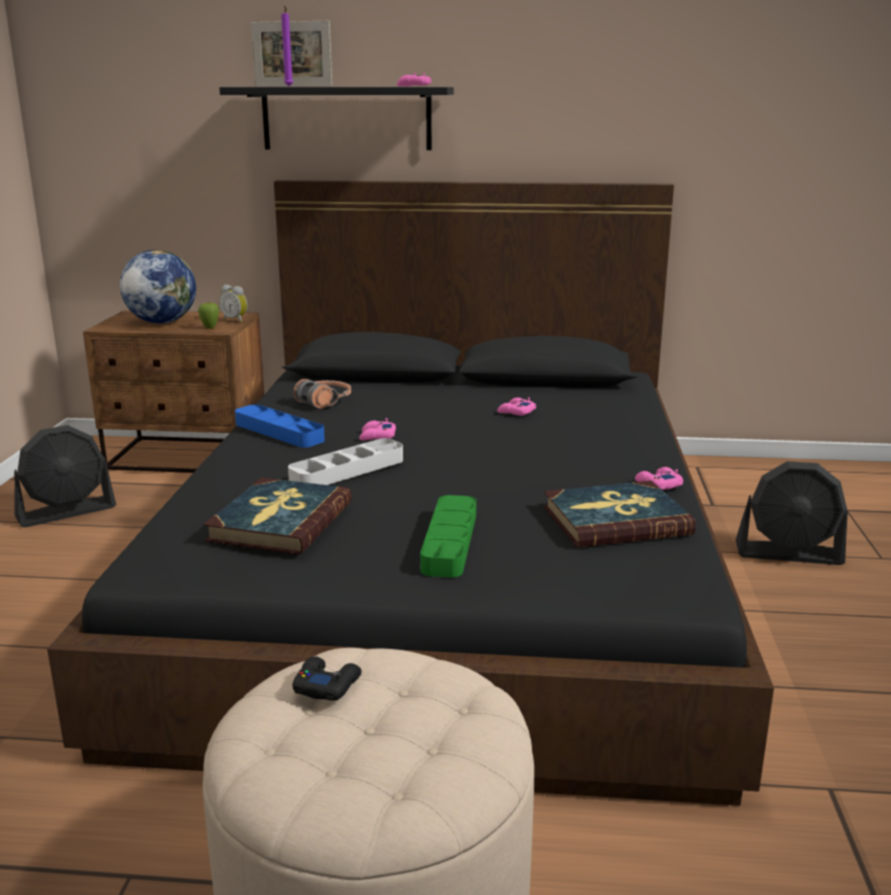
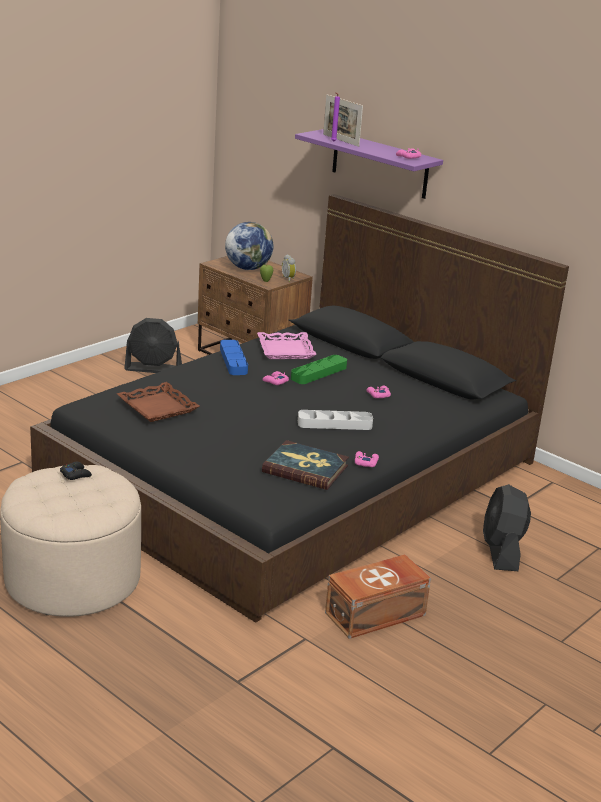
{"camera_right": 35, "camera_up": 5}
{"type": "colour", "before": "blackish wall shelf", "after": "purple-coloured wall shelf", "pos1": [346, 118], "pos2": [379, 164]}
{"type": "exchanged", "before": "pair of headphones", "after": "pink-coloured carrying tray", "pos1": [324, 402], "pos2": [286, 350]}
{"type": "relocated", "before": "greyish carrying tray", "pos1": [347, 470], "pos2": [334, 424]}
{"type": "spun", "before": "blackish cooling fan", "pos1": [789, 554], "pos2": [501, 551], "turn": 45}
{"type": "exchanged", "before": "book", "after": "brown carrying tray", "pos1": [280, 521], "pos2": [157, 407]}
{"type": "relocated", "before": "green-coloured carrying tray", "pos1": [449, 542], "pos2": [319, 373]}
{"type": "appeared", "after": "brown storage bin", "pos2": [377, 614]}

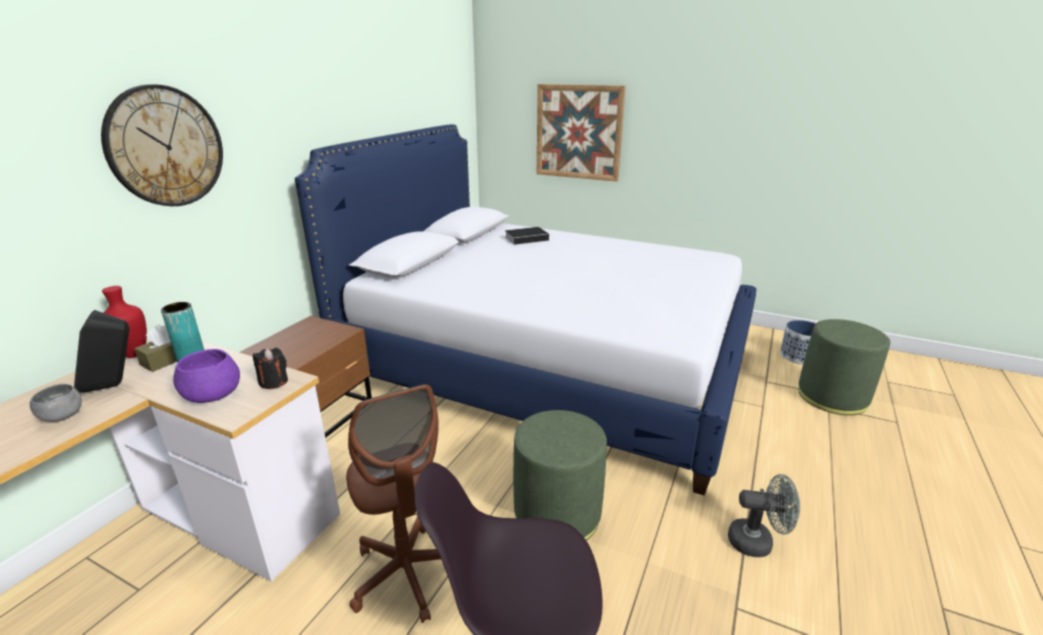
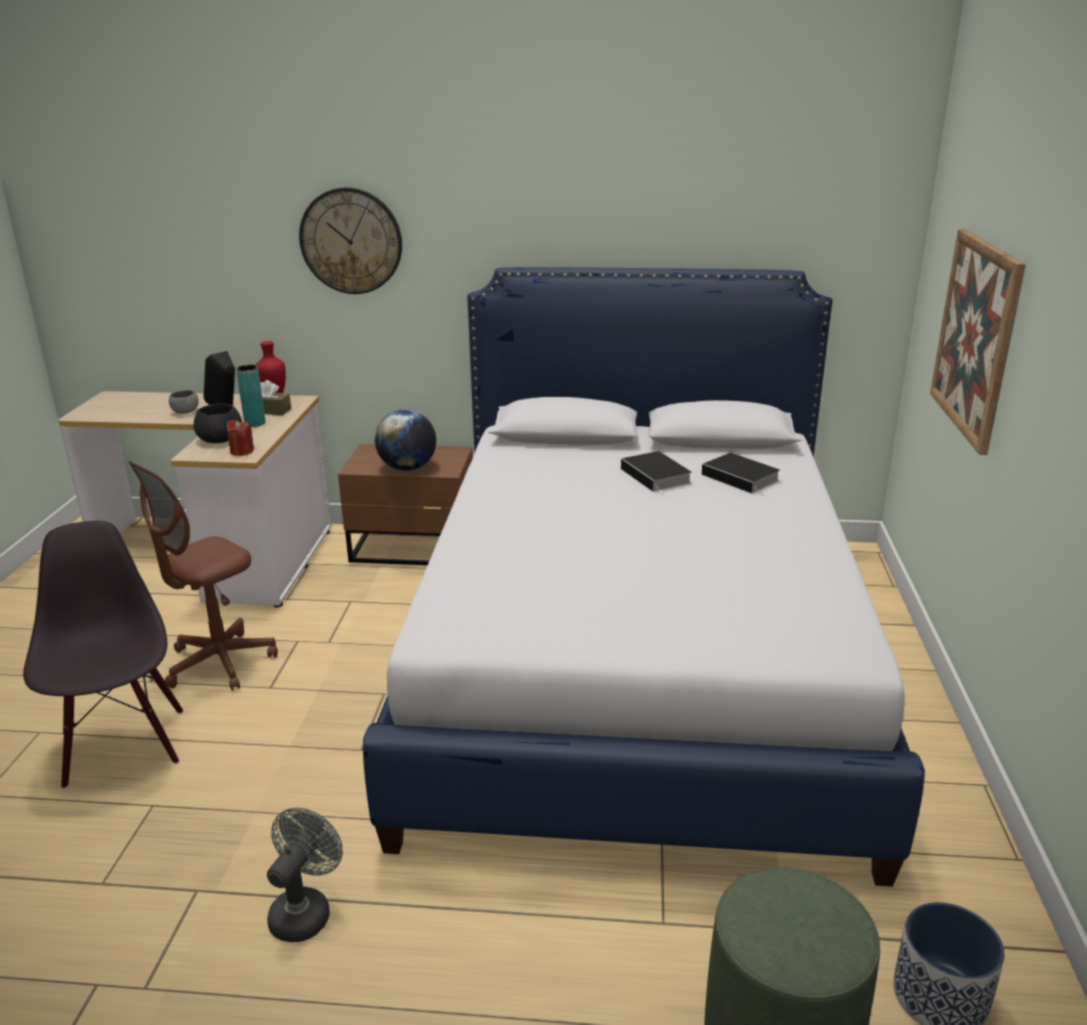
{"camera_right": 70, "camera_up": 0}
{"type": "colour", "before": "blackish wax candle", "after": "red-coloured wax candle", "pos1": [274, 382], "pos2": [242, 451]}
{"type": "colour", "before": "purple-coloured bowl", "after": "blackish bowl", "pos1": [212, 394], "pos2": [220, 439]}
{"type": "missing", "before": "green-coloured footrest", "pos1": [557, 514]}
{"type": "spun", "before": "greyish cooling fan", "pos1": [757, 542], "pos2": [305, 910], "turn": -150}
{"type": "appeared", "after": "world globe", "pos2": [407, 468]}
{"type": "appeared", "after": "book", "pos2": [657, 476]}

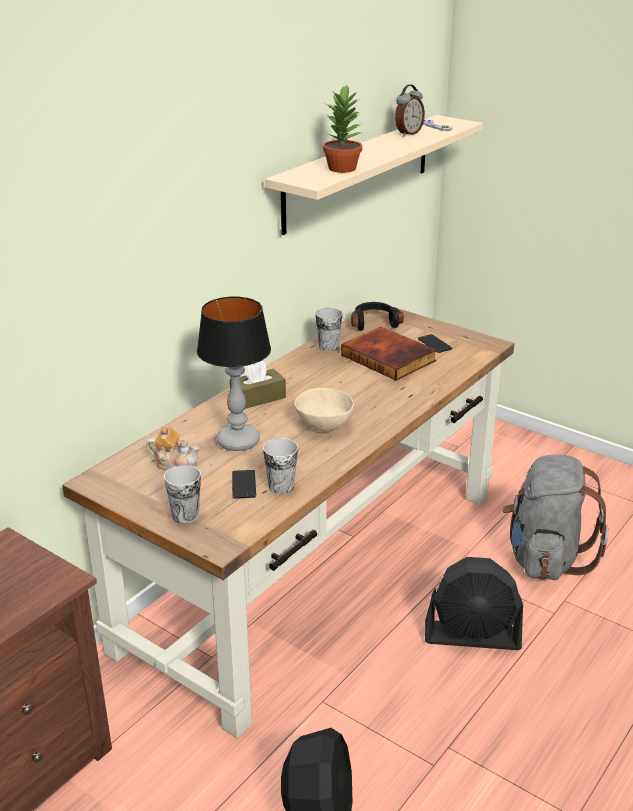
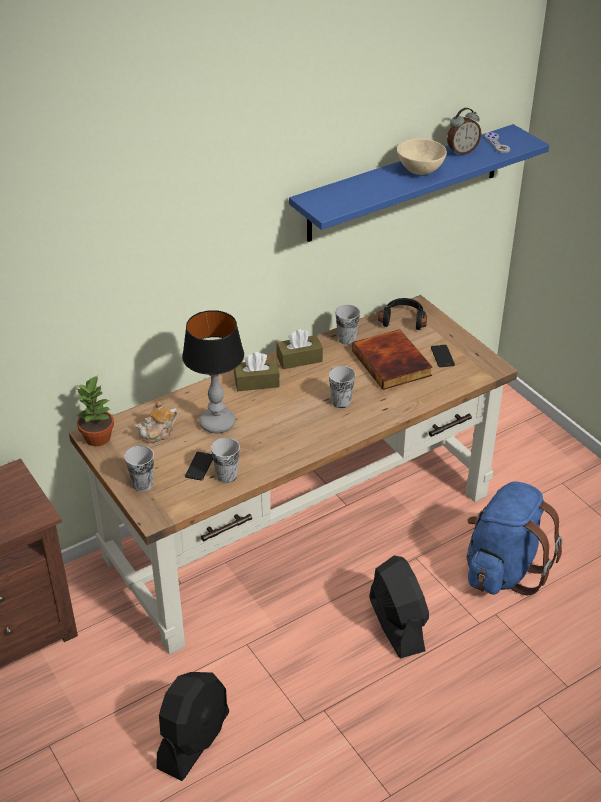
{"camera_right": 20, "camera_up": 10}
{"type": "relocated", "before": "houseplant", "pos1": [343, 168], "pos2": [98, 438]}
{"type": "colour", "before": "sand-coloured wall shelf", "after": "bluish wall shelf", "pos1": [358, 172], "pos2": [405, 183]}
{"type": "relocated", "before": "sand-coloured bowl", "pos1": [324, 426], "pos2": [420, 171]}
{"type": "spun", "before": "teapot", "pos1": [175, 464], "pos2": [158, 434], "turn": 105}
{"type": "colour", "before": "greyish rucksack", "after": "bluish rucksack", "pos1": [545, 558], "pos2": [503, 570]}
{"type": "spun", "before": "blackish cooling fan", "pos1": [472, 636], "pos2": [396, 624], "turn": -135}
{"type": "appeared", "after": "brown box of tissues", "pos2": [299, 359]}
{"type": "appeared", "after": "cup", "pos2": [341, 402]}

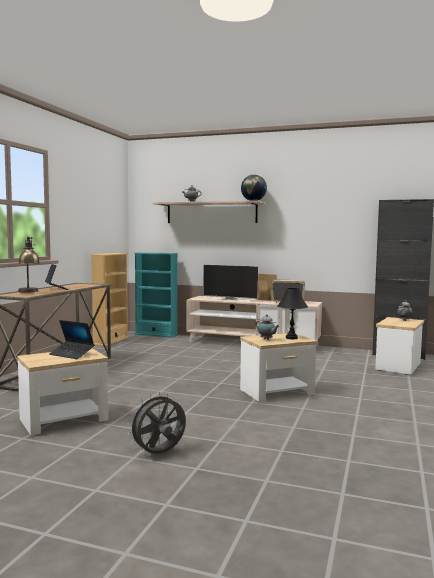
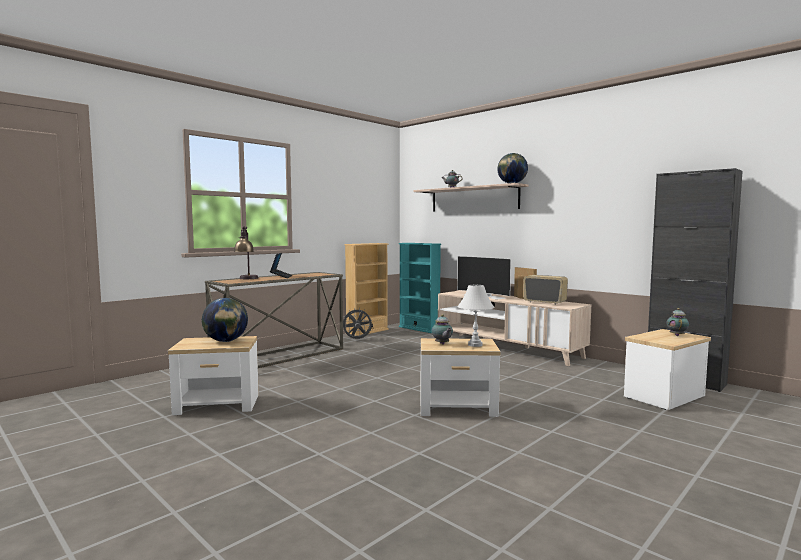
{"camera_right": 25, "camera_up": 0}
{"type": "colour", "before": "blackish lamp for a table", "after": "whitish lamp for a table", "pos1": [291, 338], "pos2": [475, 345]}
{"type": "exchanged", "before": "laptop", "after": "world globe", "pos1": [72, 354], "pos2": [226, 341]}
{"type": "relocated", "before": "greyish cooling fan", "pos1": [159, 454], "pos2": [357, 340]}

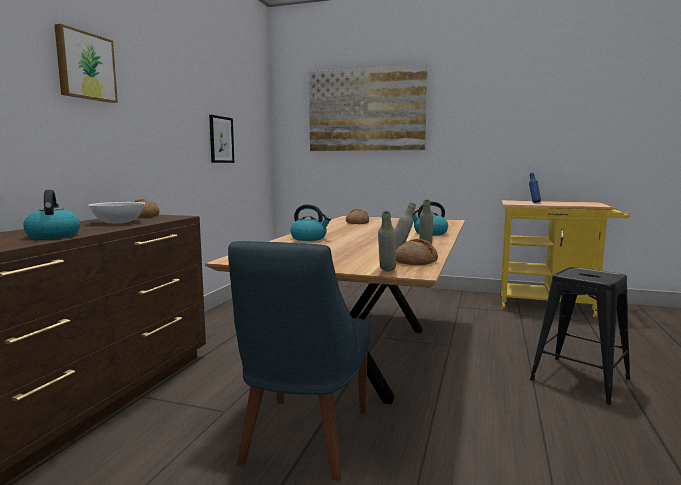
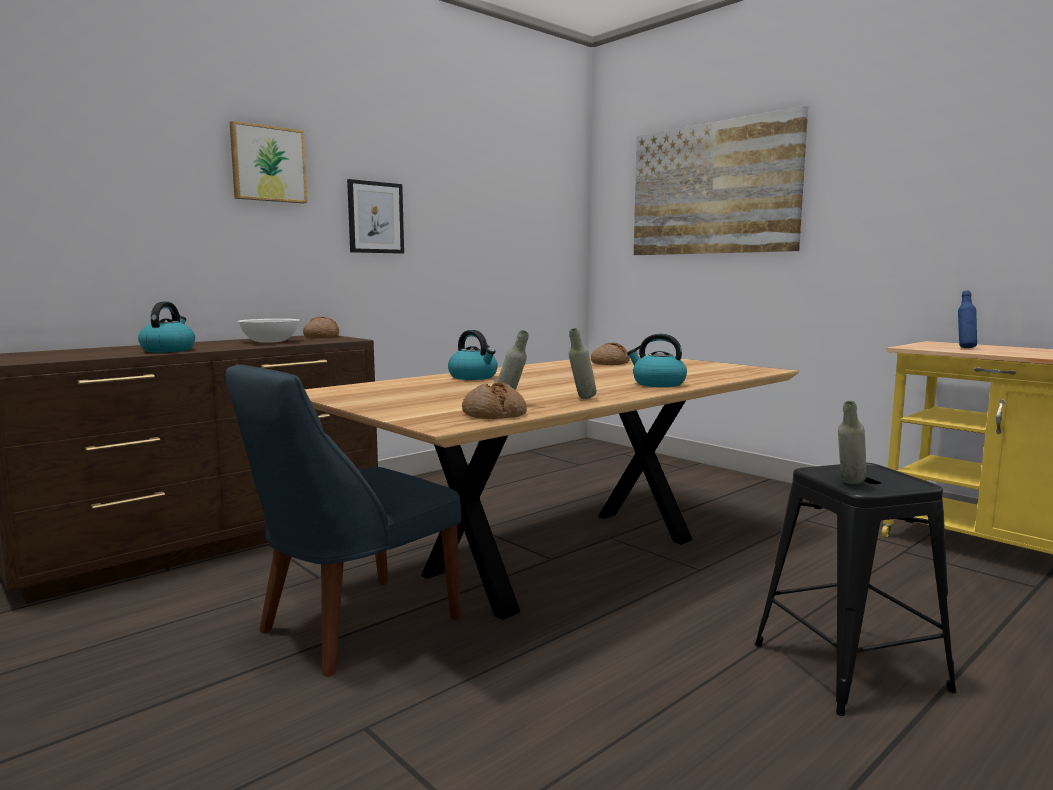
{"camera_right": 30, "camera_up": 0}
{"type": "relocated", "before": "wall picture", "pos1": [221, 139], "pos2": [375, 217]}
{"type": "relocated", "before": "greyish beverage bottle", "pos1": [386, 272], "pos2": [849, 485]}

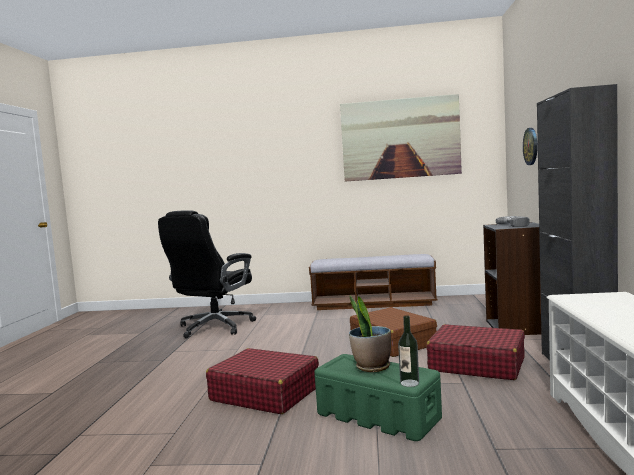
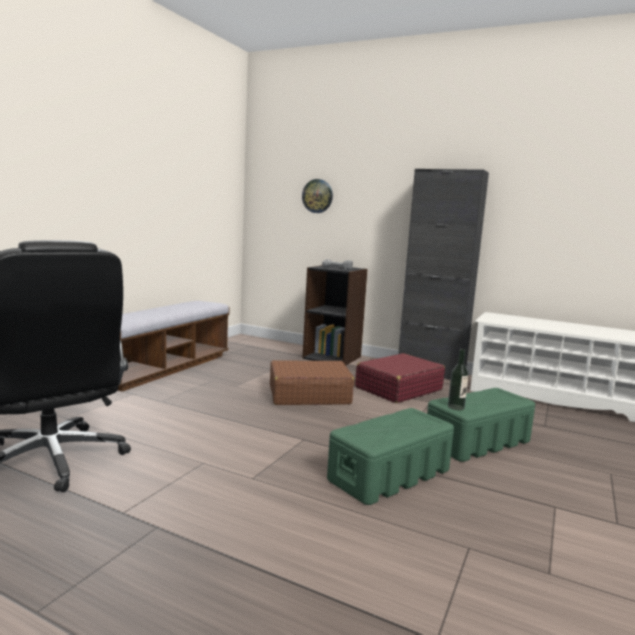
{"camera_right": -70, "camera_up": 5}
{"type": "missing", "before": "wall picture", "pos1": [400, 138]}
{"type": "missing", "before": "houseplant", "pos1": [371, 367]}
{"type": "relocated", "before": "beverage bottle", "pos1": [409, 383], "pos2": [456, 407]}
{"type": "exchanged", "before": "red-coloured travel case", "after": "green-coloured storage bin", "pos1": [264, 394], "pos2": [389, 475]}

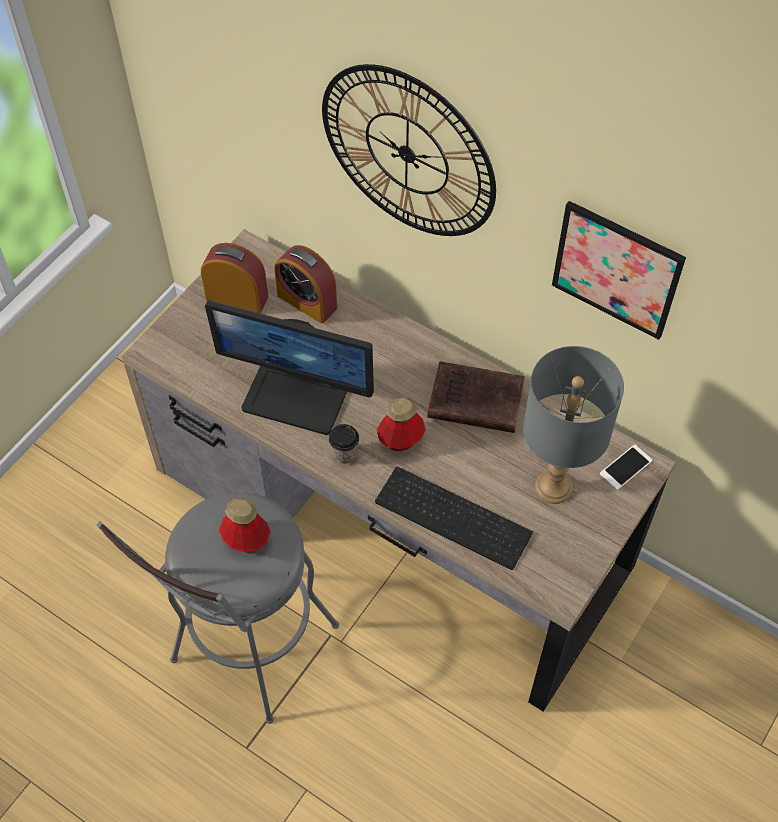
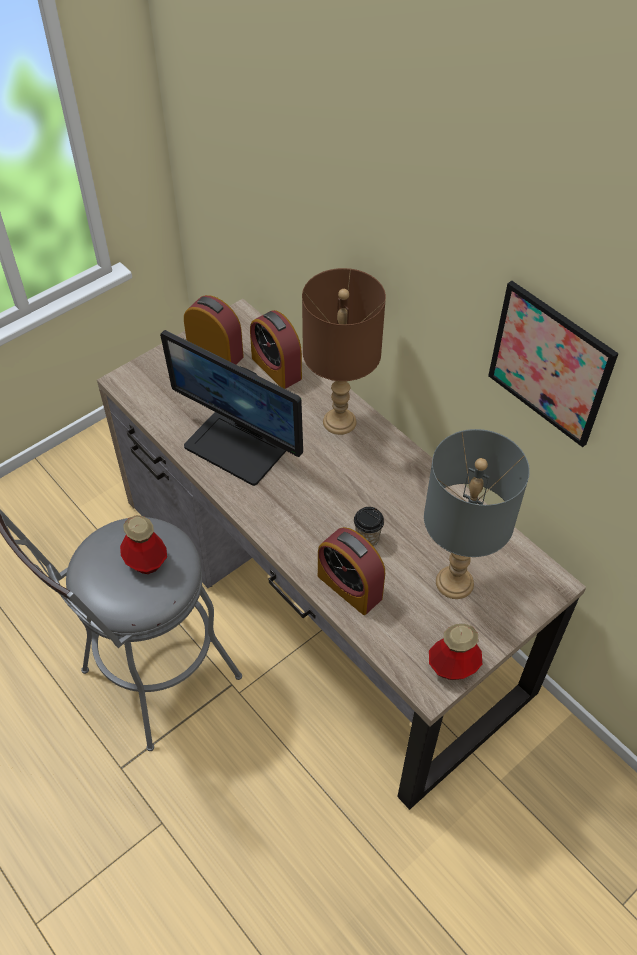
{"camera_right": 15, "camera_up": -5}
{"type": "missing", "before": "hanging clock", "pos1": [407, 153]}
{"type": "missing", "before": "brown book", "pos1": [473, 401]}
{"type": "relocated", "before": "beverage bottle", "pos1": [401, 439], "pos2": [453, 666]}
{"type": "relocated", "before": "cup", "pos1": [344, 454], "pos2": [367, 538]}
{"type": "missing", "before": "phone", "pos1": [626, 467]}
{"type": "exchanged", "before": "keyboard", "after": "table clock", "pos1": [455, 516], "pos2": [349, 587]}
{"type": "appeared", "after": "brown lamp for a table", "pos2": [339, 422]}

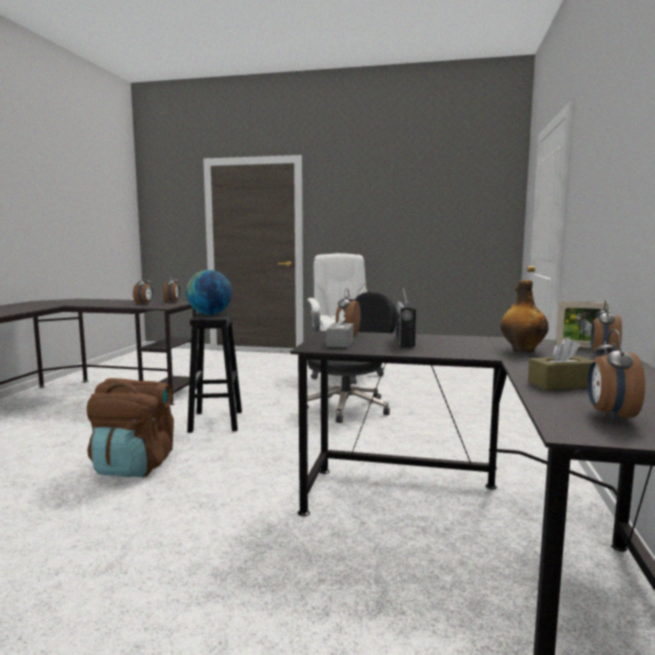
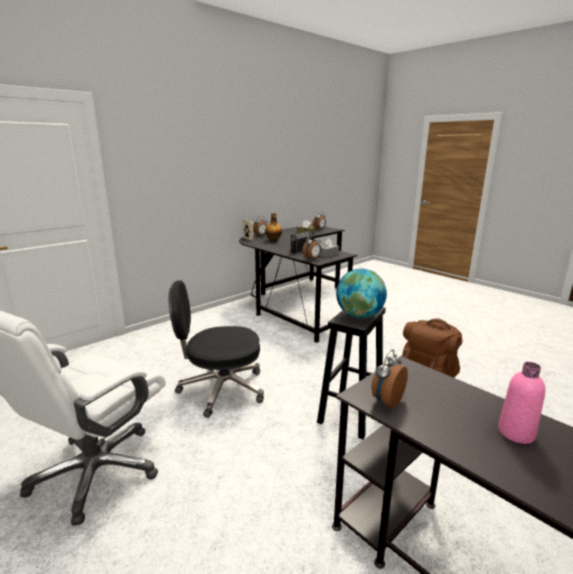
{"camera_right": -145, "camera_up": 10}
{"type": "missing", "before": "table clock", "pos1": [144, 304]}
{"type": "appeared", "after": "pink-coloured beverage bottle", "pos2": [516, 433]}

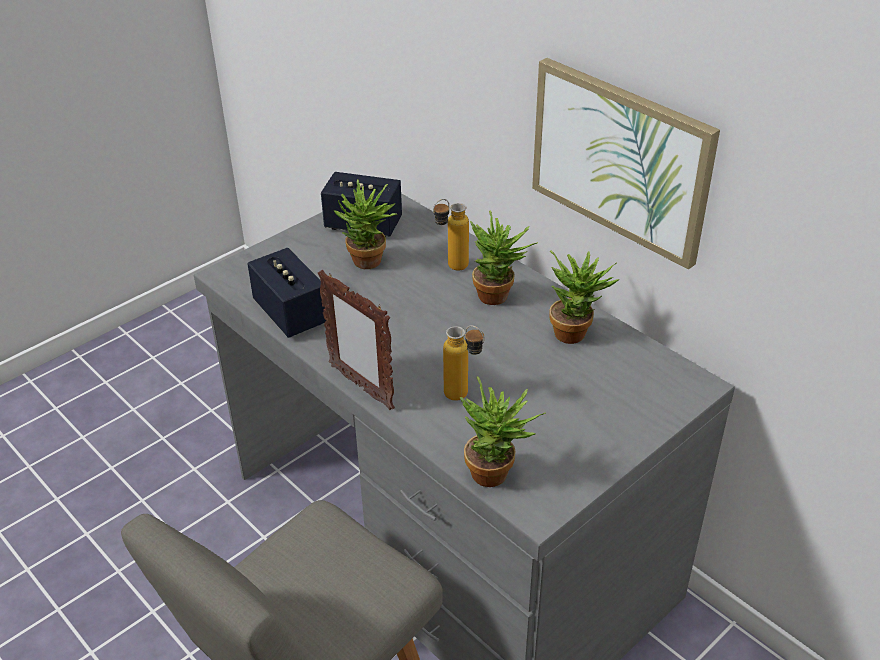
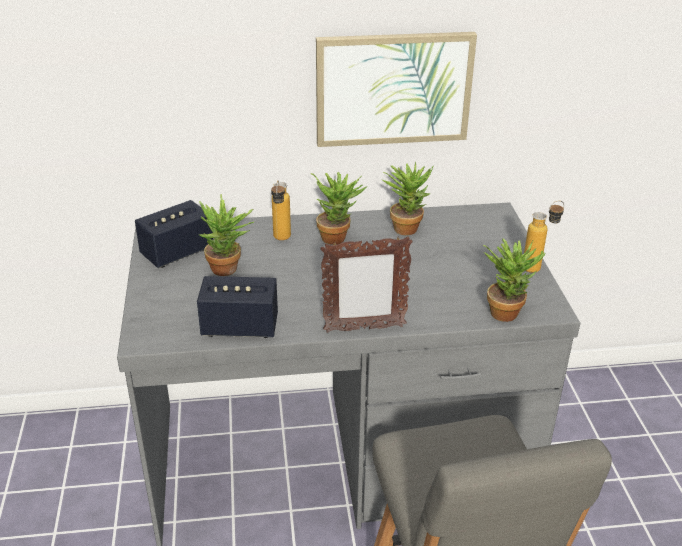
{"camera_right": -55, "camera_up": -5}
{"type": "relocated", "before": "beverage bottle", "pos1": [464, 397], "pos2": [538, 267]}

